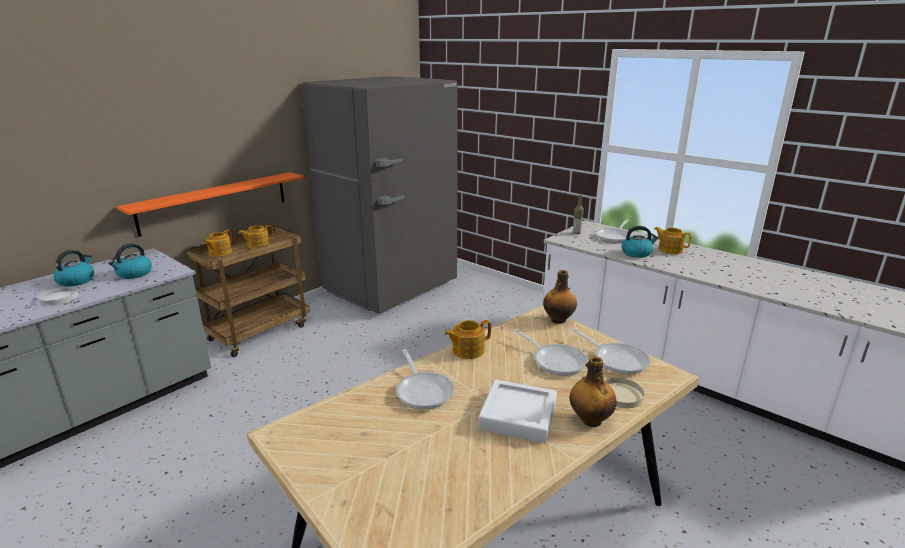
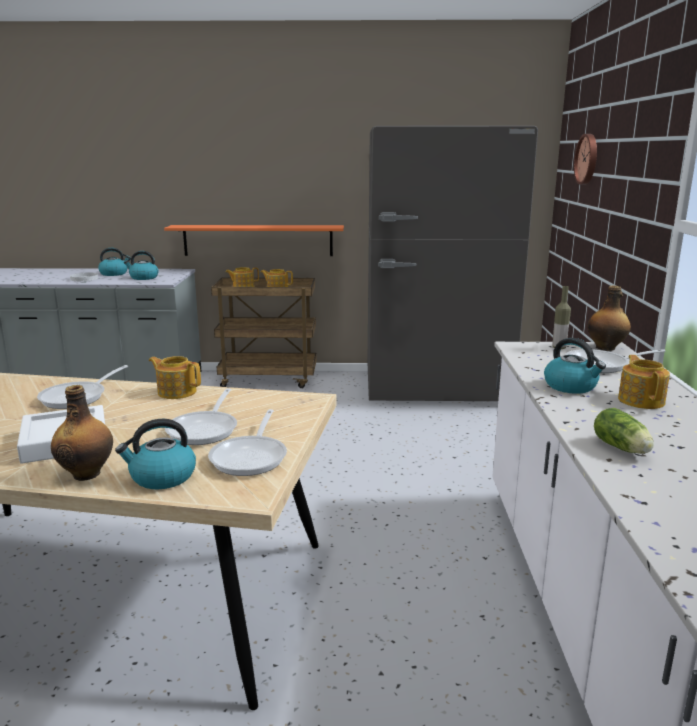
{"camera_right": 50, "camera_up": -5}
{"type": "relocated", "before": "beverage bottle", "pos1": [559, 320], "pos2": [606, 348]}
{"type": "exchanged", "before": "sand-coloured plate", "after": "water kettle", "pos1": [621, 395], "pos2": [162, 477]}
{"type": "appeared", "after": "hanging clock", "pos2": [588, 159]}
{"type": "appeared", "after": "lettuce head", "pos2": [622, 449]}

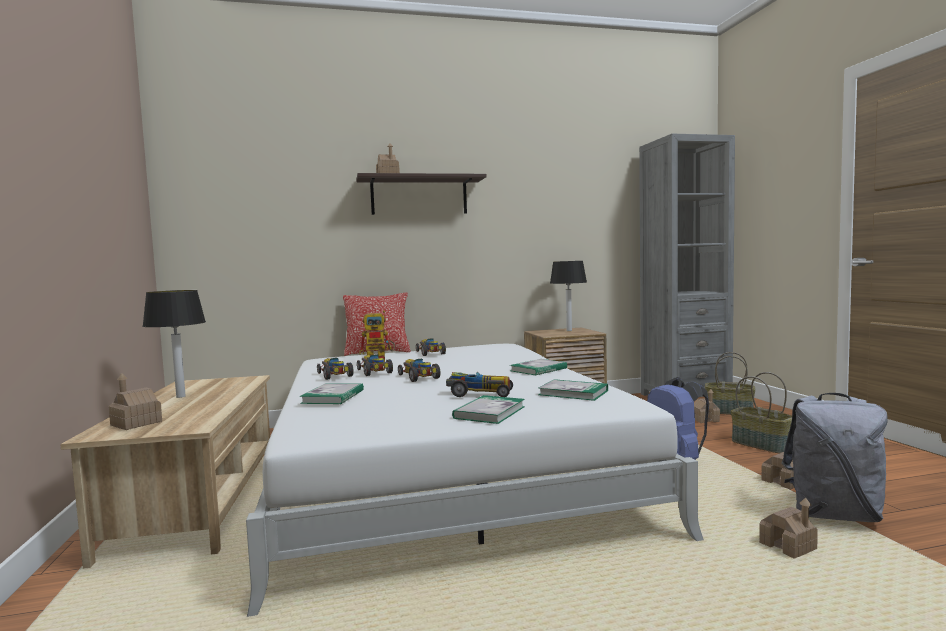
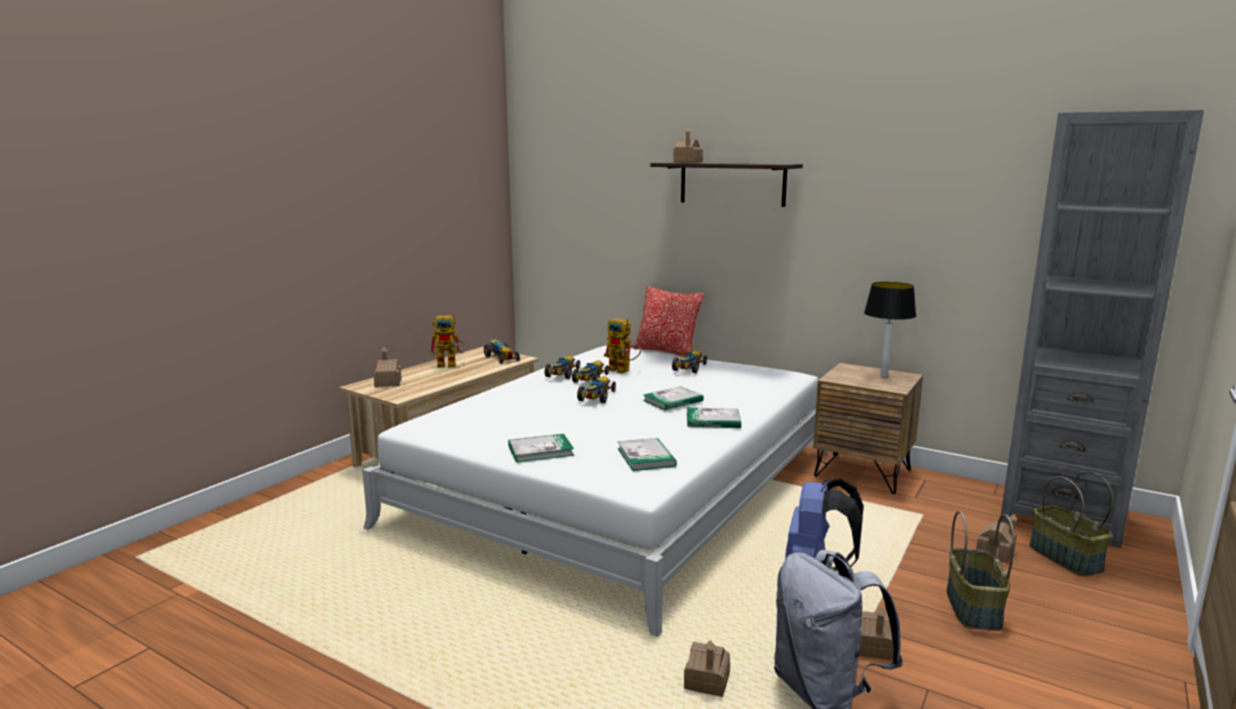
{"camera_right": 45, "camera_up": 10}
{"type": "exchanged", "before": "lamp for a table", "after": "robot figure", "pos1": [180, 396], "pos2": [451, 365]}
{"type": "relocated", "before": "toy car", "pos1": [478, 393], "pos2": [501, 357]}
{"type": "relocated", "before": "book", "pos1": [333, 396], "pos2": [673, 401]}

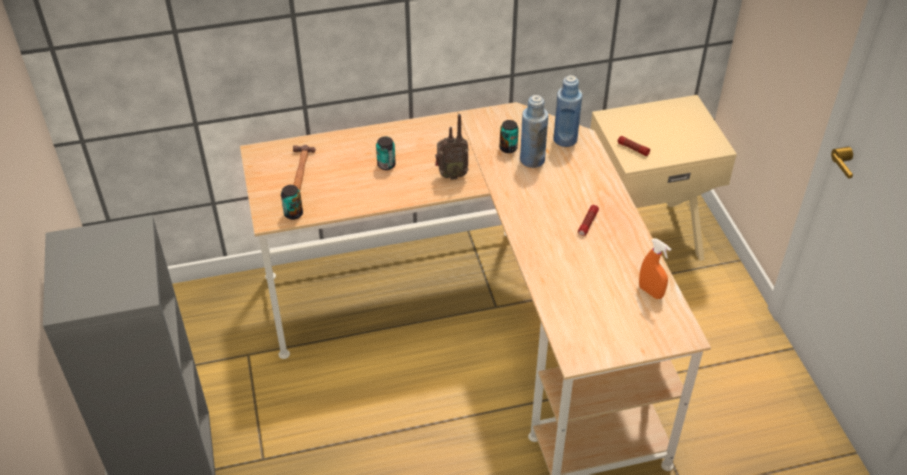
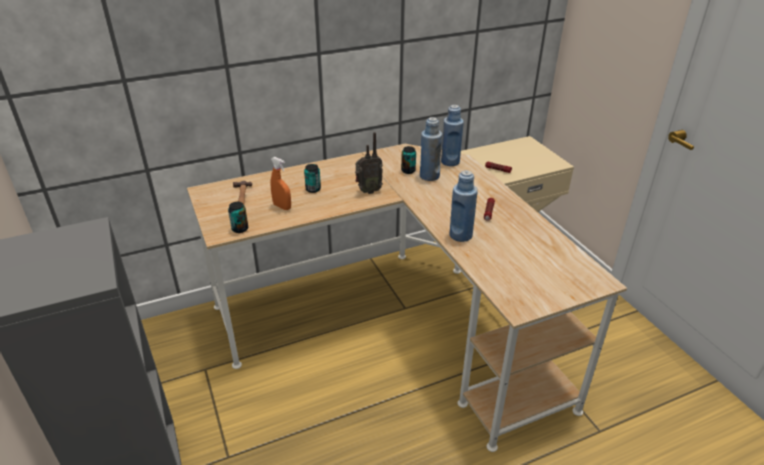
{"camera_right": -10, "camera_up": -10}
{"type": "relocated", "before": "orangey spray bottle", "pos1": [650, 292], "pos2": [282, 207]}
{"type": "appeared", "after": "bluish beverage bottle", "pos2": [460, 235]}

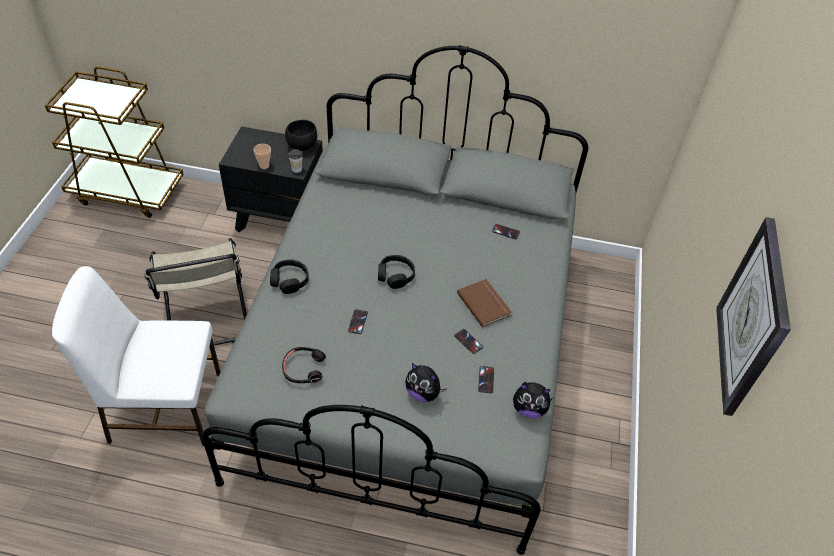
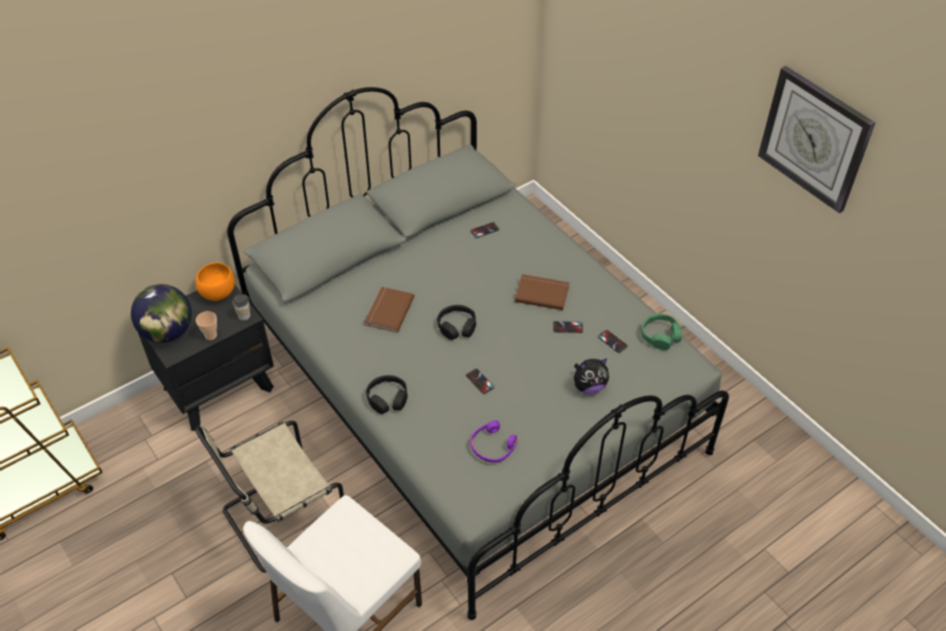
{"camera_right": -45, "camera_up": 0}
{"type": "colour", "before": "blackish bowl", "after": "orangey bowl", "pos1": [301, 145], "pos2": [217, 293]}
{"type": "spun", "before": "sand-coloured plain chair", "pos1": [207, 319], "pos2": [280, 519], "turn": 120}
{"type": "colour", "before": "blackish pair of headphones", "after": "purple-coloured pair of headphones", "pos1": [303, 369], "pos2": [492, 446]}
{"type": "exchanged", "before": "cuddly toy", "after": "green-coloured pair of headphones", "pos1": [529, 409], "pos2": [660, 336]}
{"type": "appeared", "after": "world globe", "pos2": [168, 332]}
{"type": "appeared", "after": "brown book", "pos2": [388, 311]}

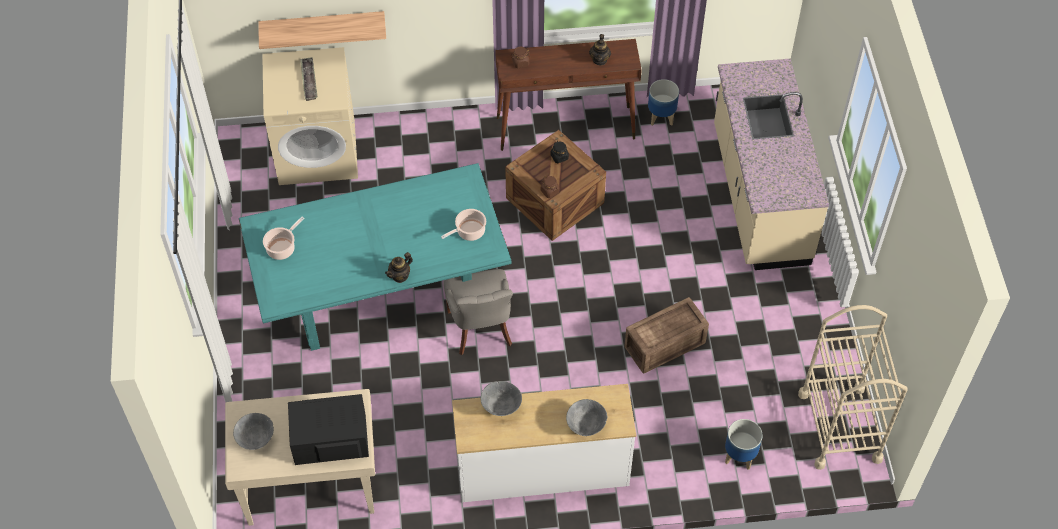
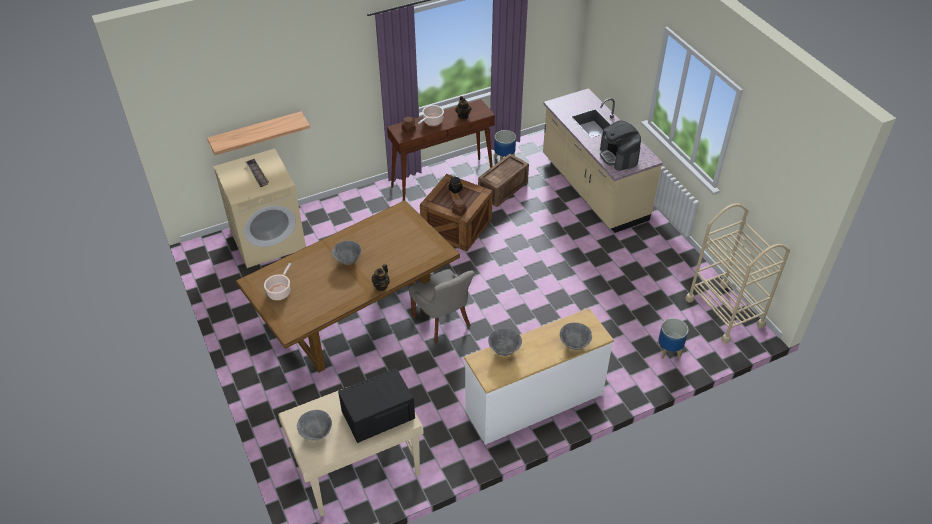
{"camera_right": -20, "camera_up": -10}
{"type": "colour", "before": "turquoise-coloured dining table", "after": "brown dining table", "pos1": [382, 289], "pos2": [356, 316]}
{"type": "relocated", "before": "saucepot", "pos1": [469, 232], "pos2": [432, 121]}
{"type": "relocated", "before": "packing crate", "pos1": [666, 345], "pos2": [504, 189]}
{"type": "appeared", "after": "coffee machine", "pos2": [618, 156]}
{"type": "appeared", "after": "greyish bowl", "pos2": [348, 260]}

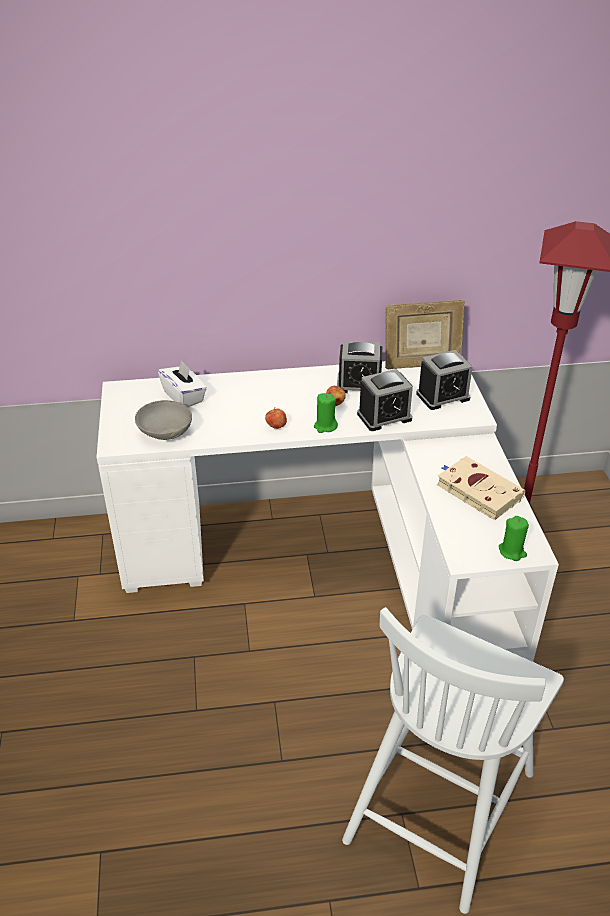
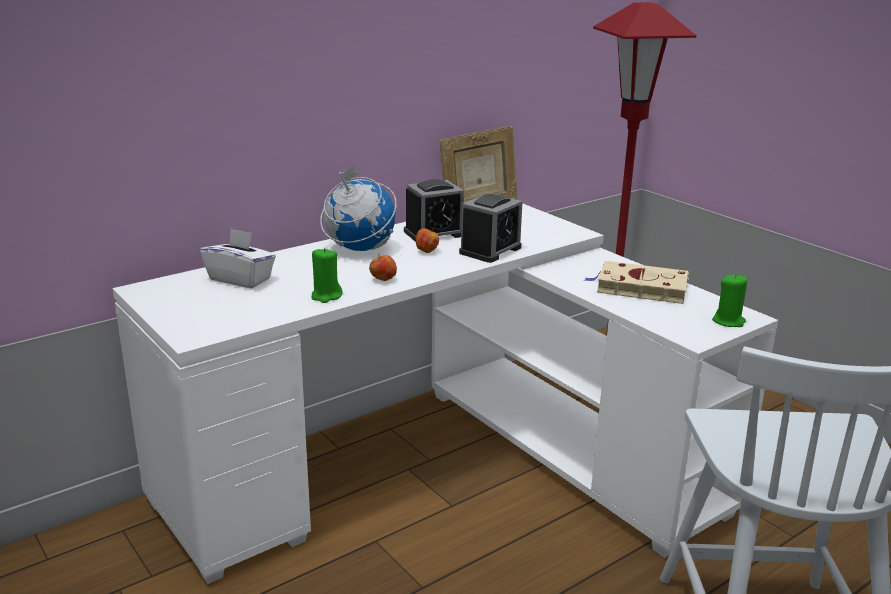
{"camera_right": -30, "camera_up": -15}
{"type": "missing", "before": "table clock", "pos1": [443, 396]}
{"type": "relocated", "before": "green-coloured wax candle", "pos1": [325, 426], "pos2": [326, 296]}
{"type": "missing", "before": "greyish bowl", "pos1": [165, 432]}
{"type": "appeared", "after": "world globe", "pos2": [359, 249]}

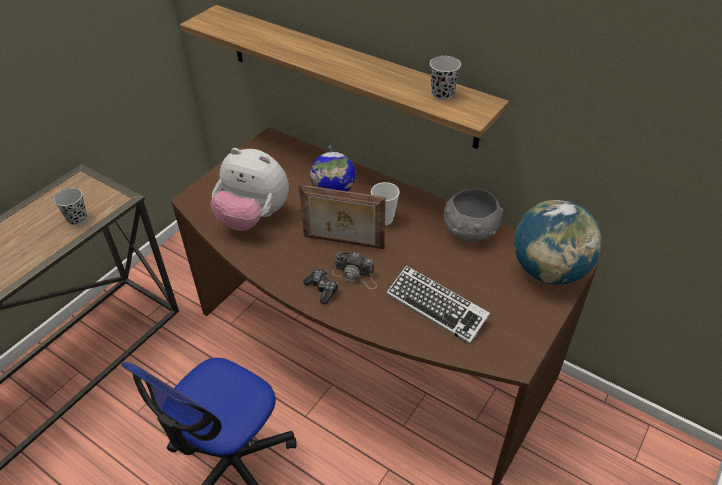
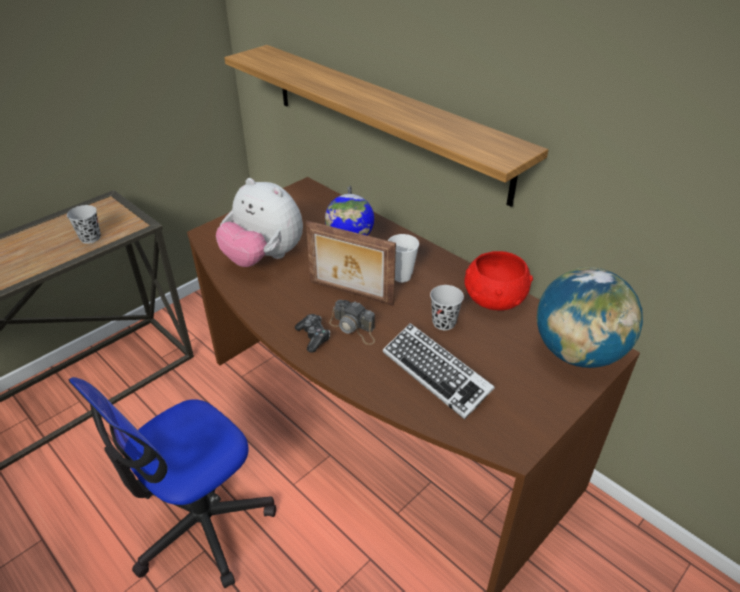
{"camera_right": 10, "camera_up": -5}
{"type": "relocated", "before": "blackish cup", "pos1": [442, 94], "pos2": [444, 323]}
{"type": "colour", "before": "greyish bowl", "after": "red-coloured bowl", "pos1": [469, 231], "pos2": [493, 299]}

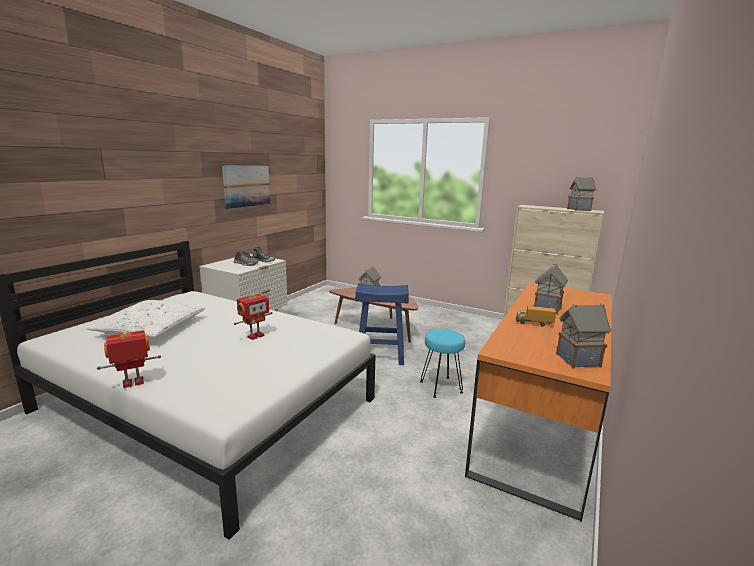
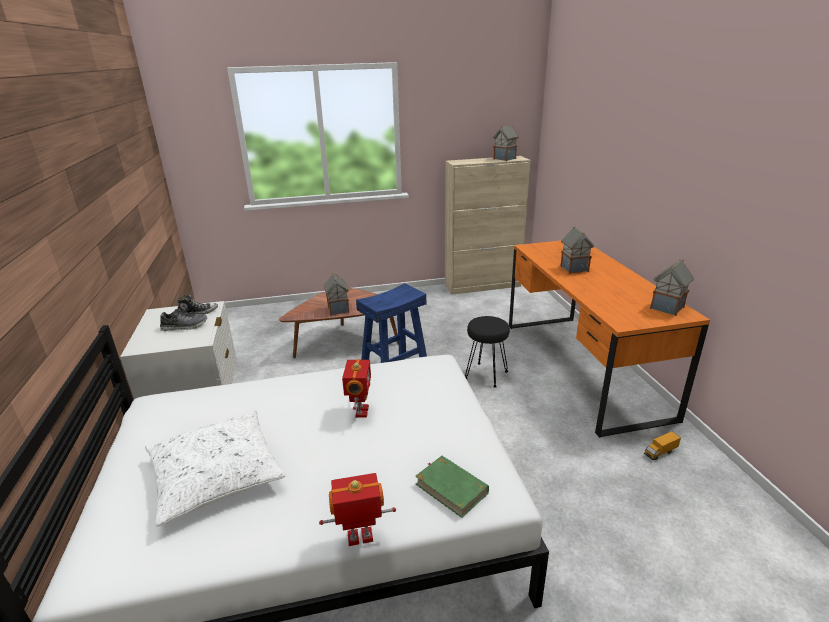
{"camera_right": -40, "camera_up": 10}
{"type": "missing", "before": "wall picture", "pos1": [247, 186]}
{"type": "relocated", "before": "toy truck", "pos1": [534, 323], "pos2": [660, 452]}
{"type": "colour", "before": "turquoise-coloured stool", "after": "blackish stool", "pos1": [441, 387], "pos2": [485, 375]}
{"type": "spun", "before": "robot figure", "pos1": [133, 384], "pos2": [360, 539], "turn": 60}
{"type": "appeared", "after": "green-coloured book", "pos2": [451, 488]}

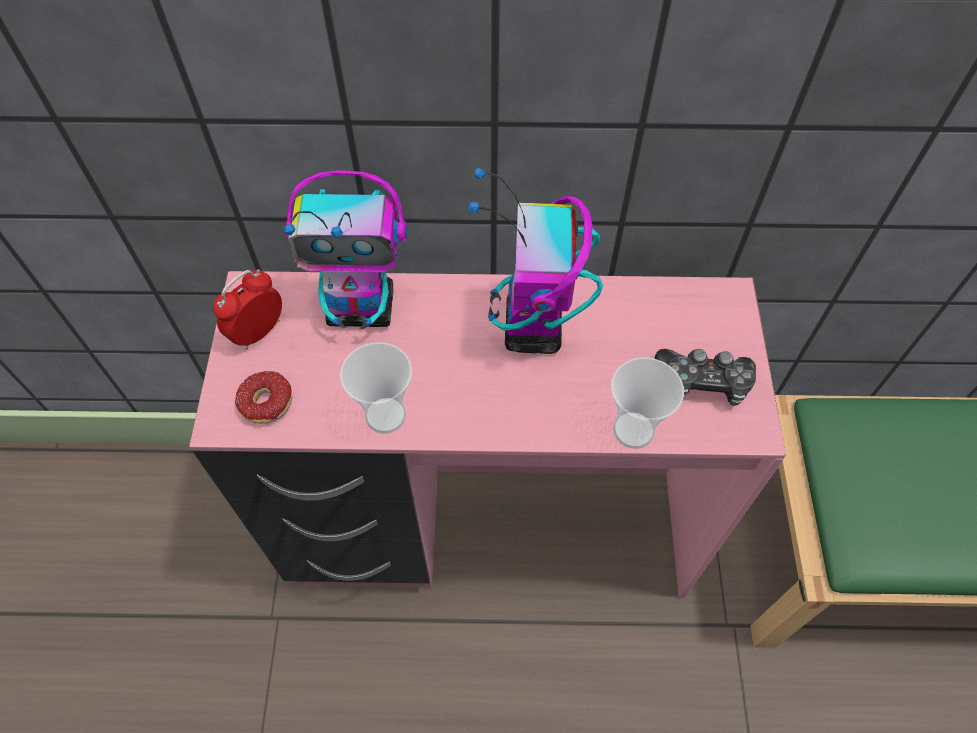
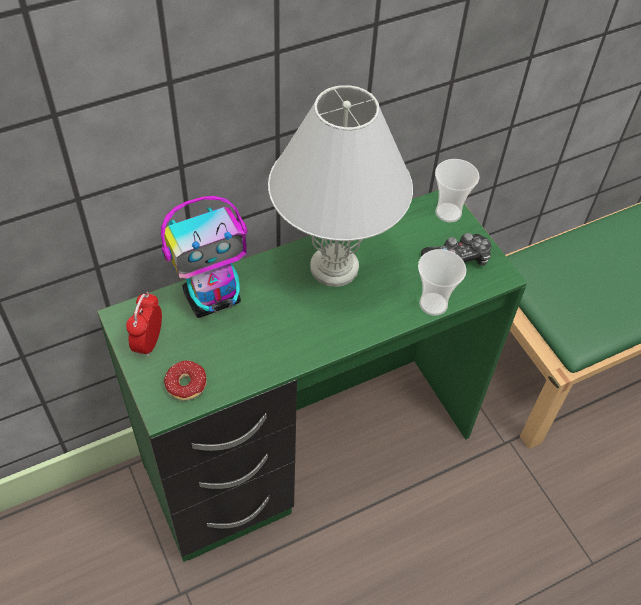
{"camera_right": -30, "camera_up": -5}
{"type": "exchanged", "before": "robot figure", "after": "whitish lamp for a table", "pos1": [533, 329], "pos2": [335, 268]}
{"type": "colour", "before": "pink-coloured desk", "after": "green-coloured desk", "pos1": [489, 529], "pos2": [311, 453]}
{"type": "relocated", "before": "cup", "pos1": [385, 415], "pos2": [448, 212]}

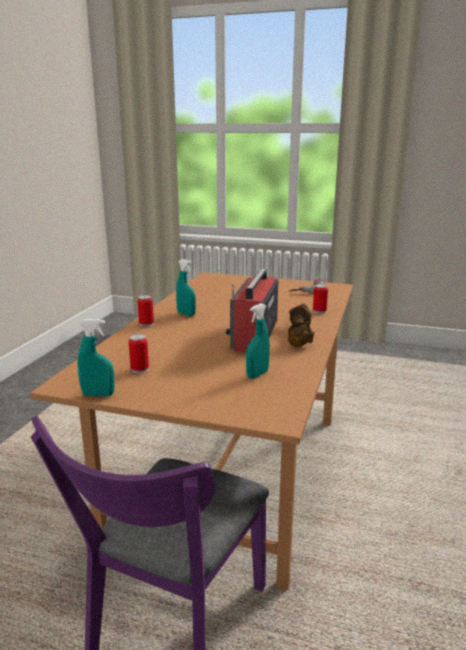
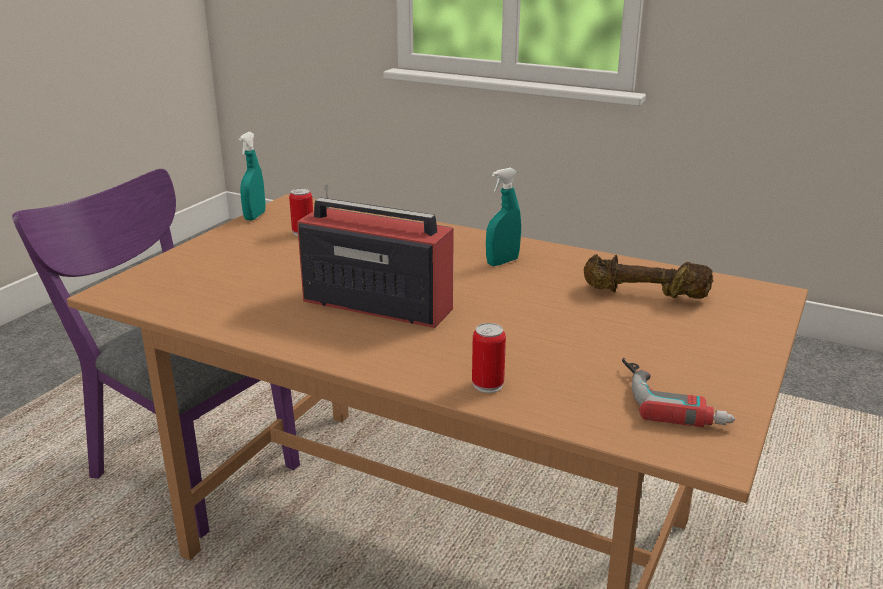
{"camera_right": 100, "camera_up": 5}
{"type": "missing", "before": "sealed can", "pos1": [146, 324]}
{"type": "missing", "before": "turquoise-coloured spray bottle", "pos1": [257, 374]}
{"type": "relocated", "before": "brown dumbbell", "pos1": [300, 336], "pos2": [644, 295]}

